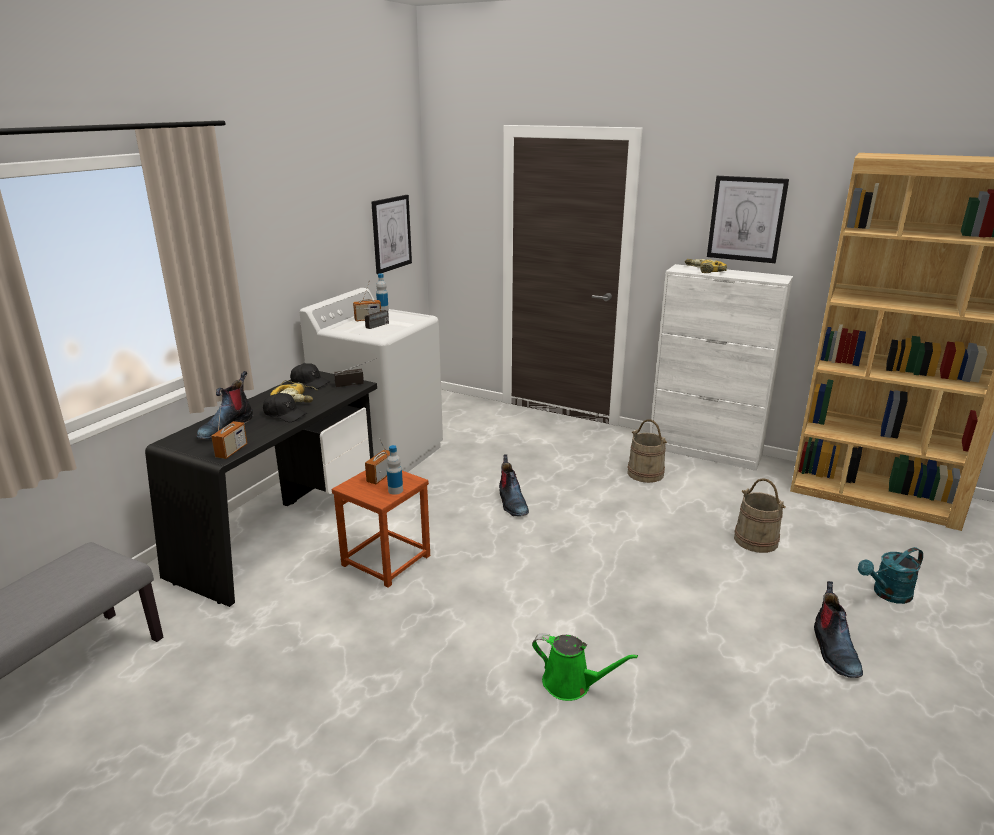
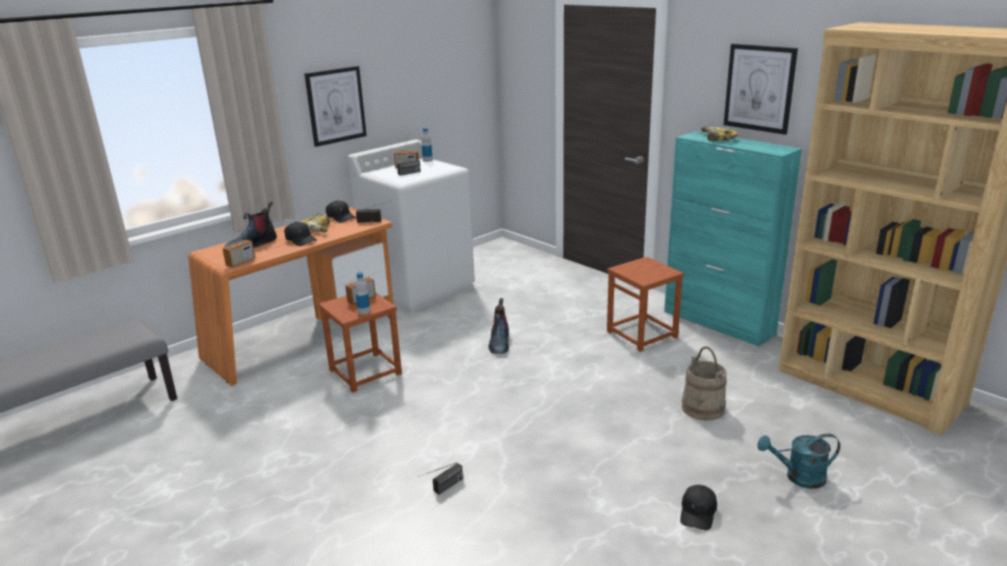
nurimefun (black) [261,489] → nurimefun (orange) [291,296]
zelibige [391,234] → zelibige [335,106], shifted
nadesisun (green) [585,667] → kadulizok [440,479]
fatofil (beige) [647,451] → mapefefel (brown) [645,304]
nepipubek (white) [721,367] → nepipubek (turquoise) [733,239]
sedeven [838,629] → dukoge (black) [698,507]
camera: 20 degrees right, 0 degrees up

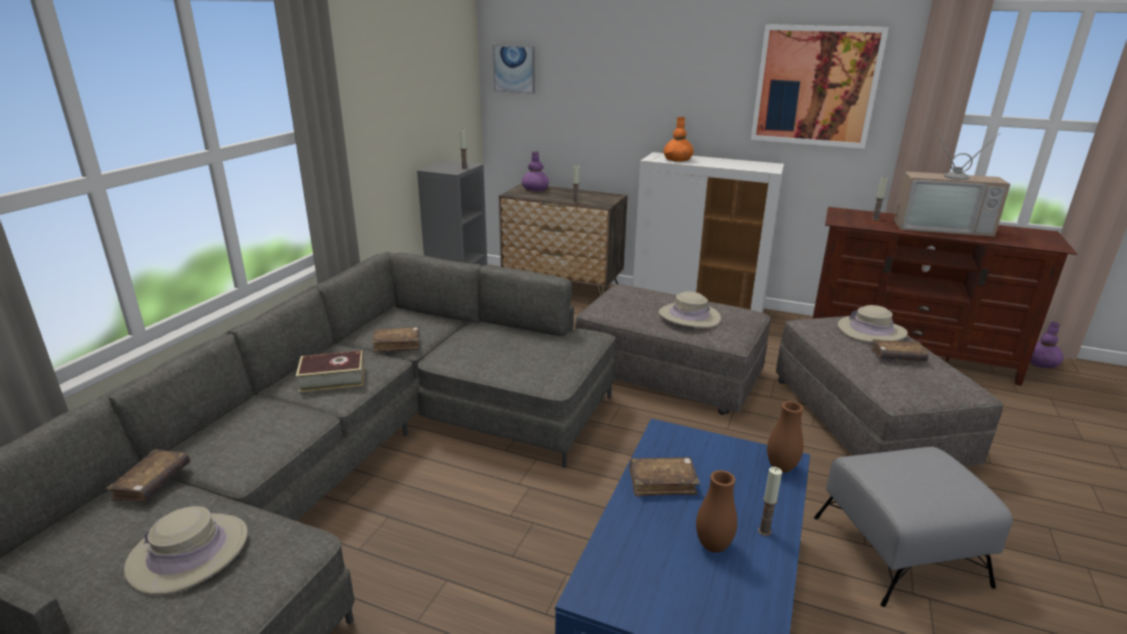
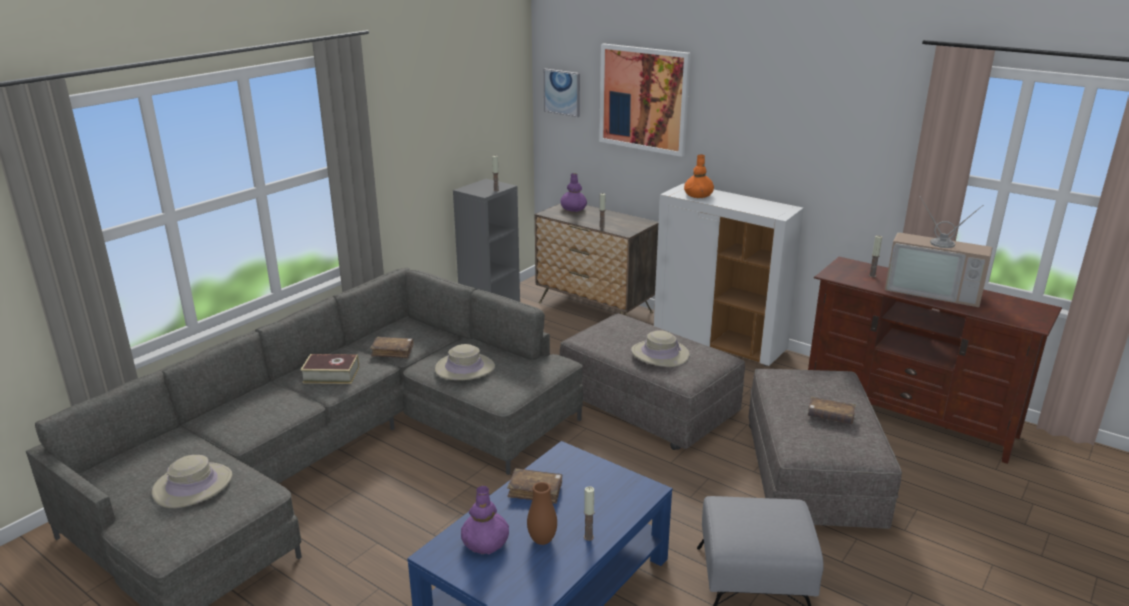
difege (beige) [873,324] → difege (beige) [465,362], shifted
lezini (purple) [1047,345] → lezini (purple) [485,520], shifted
zelibige [820,86] → zelibige [645,100], shifted
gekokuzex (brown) [148,475] → -
lezini (brown) [785,436] → -
camera: 15 degrees right, 0 degrees up

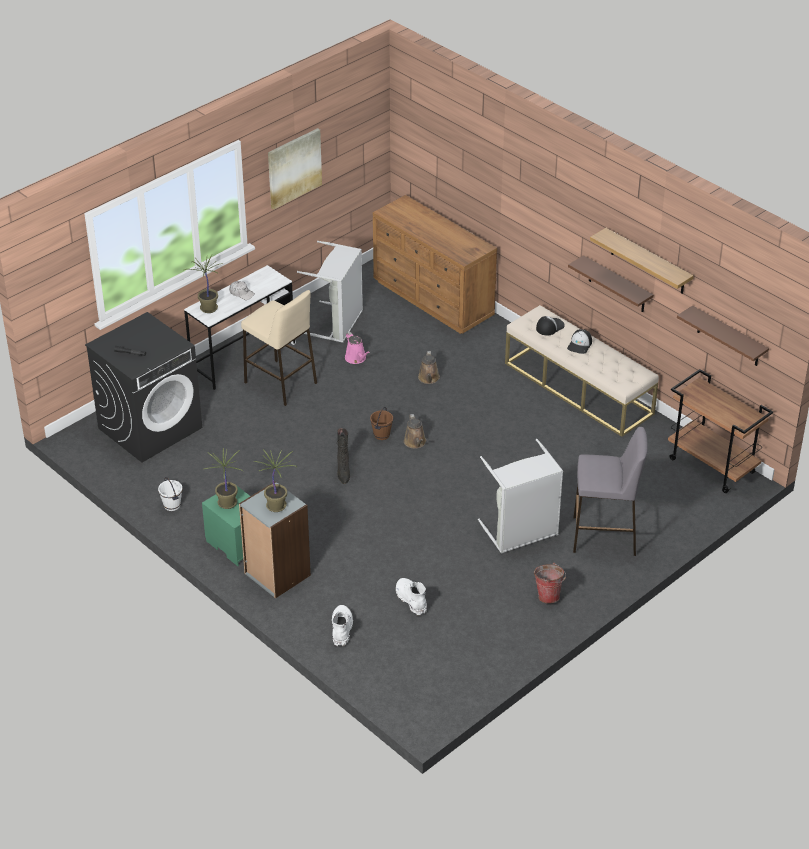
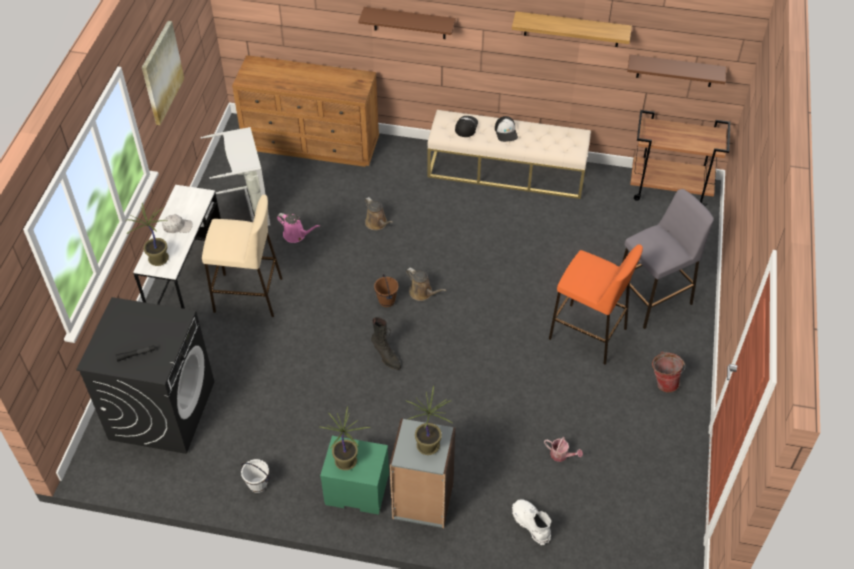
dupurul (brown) [610,283] → dupurul (brown) [407,23], shifted
sedeven (white) [411,596] → nadesisun [563,449]
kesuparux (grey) [520,496] → mapefefel (orange) [596,304]
camera: 35 degrees left, 10 degrees up

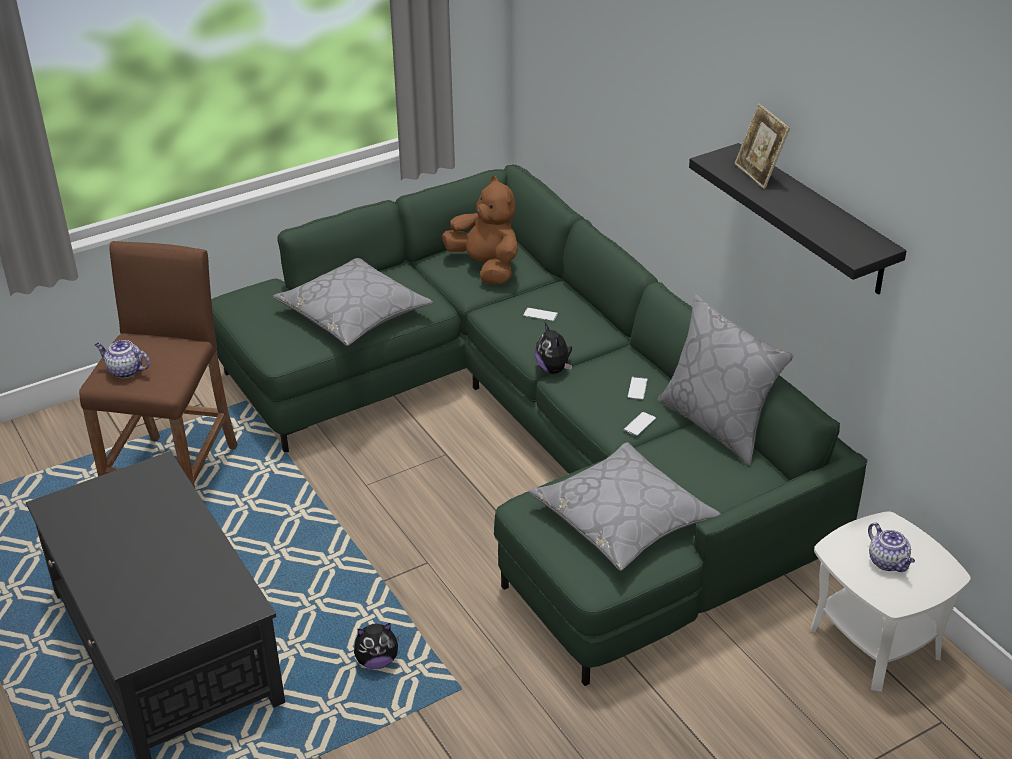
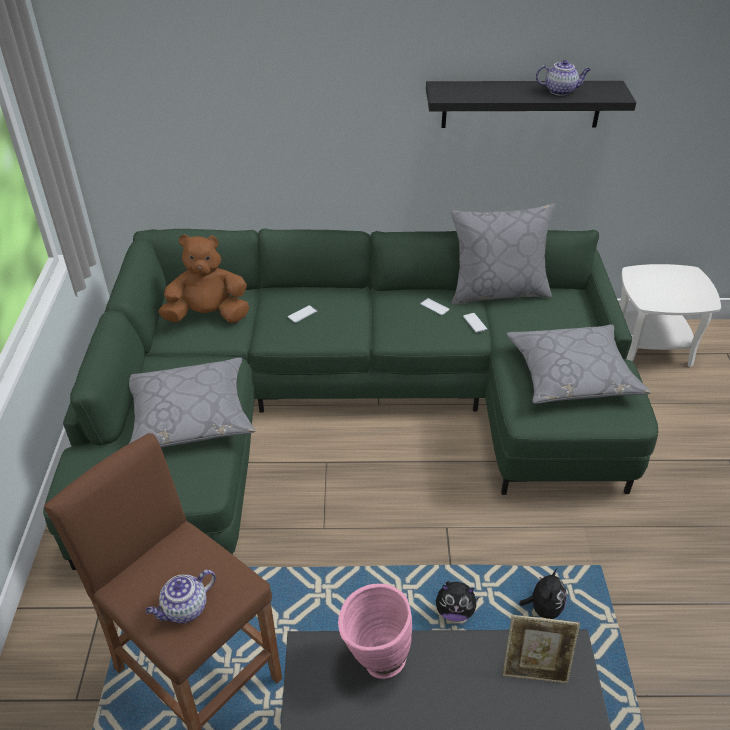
- → lezini (pink) [375,631]
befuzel [553,348] → befuzel [458,601], shifted
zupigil [762,146] → zupigil [541,649], shifted
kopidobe [891,547] → kopidobe [563,78], shifted
camera: 60 degrees left, 5 degrees up

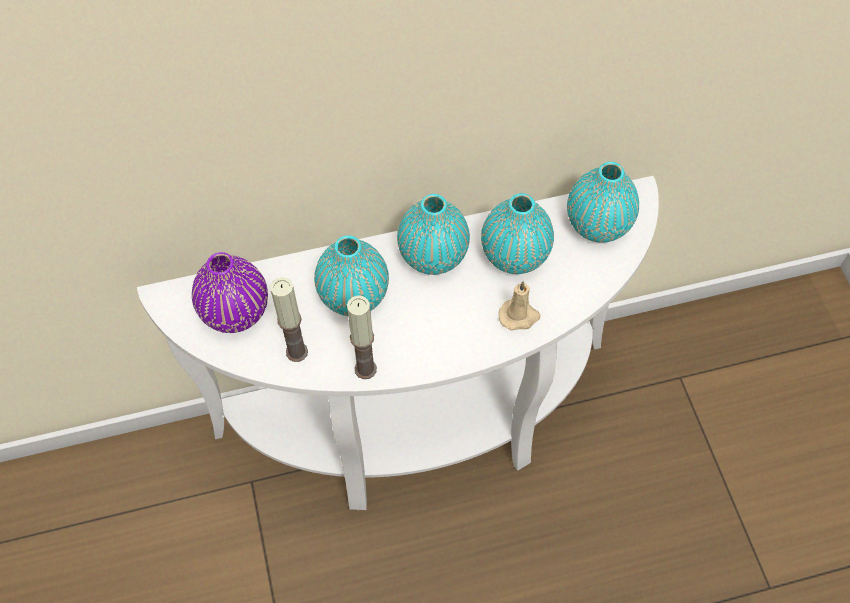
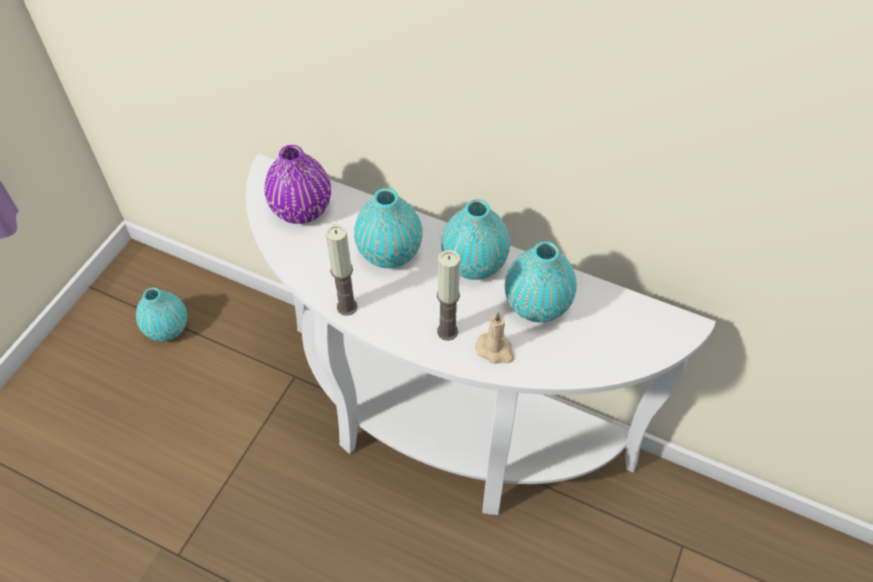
lezini (turquoise) [603,202] → lezini (turquoise) [161,314], shifted
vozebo [289,319] → vozebo [448,295], shifted
camera: 40 degrees right, 5 degrees down

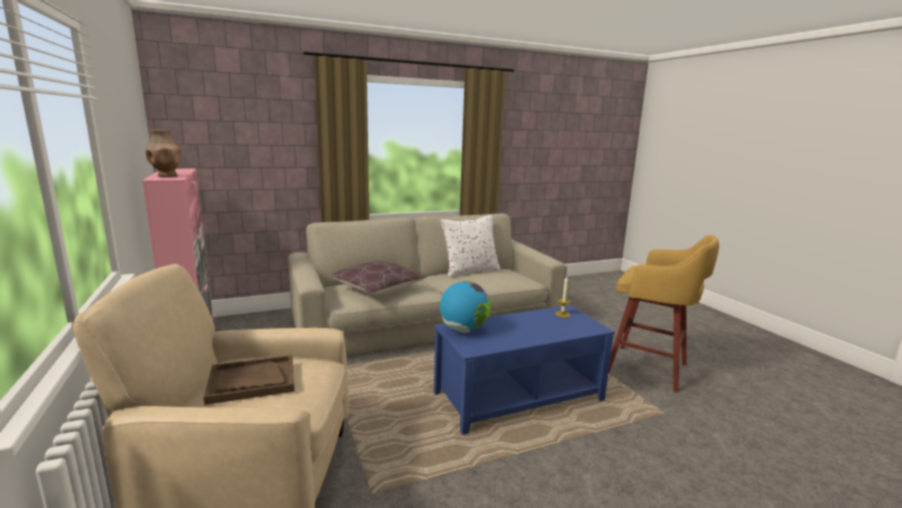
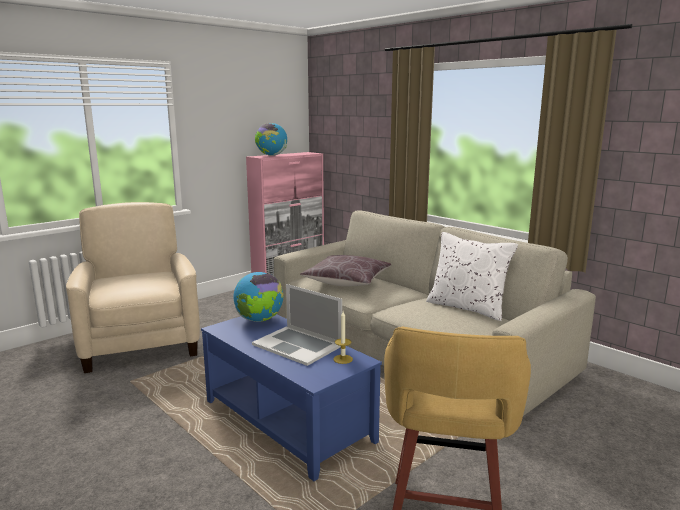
- → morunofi [297,325]
lezini (brown) [163,153] → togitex [271,139]
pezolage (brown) [249,380] → -
camera: 70 degrees right, 0 degrees up

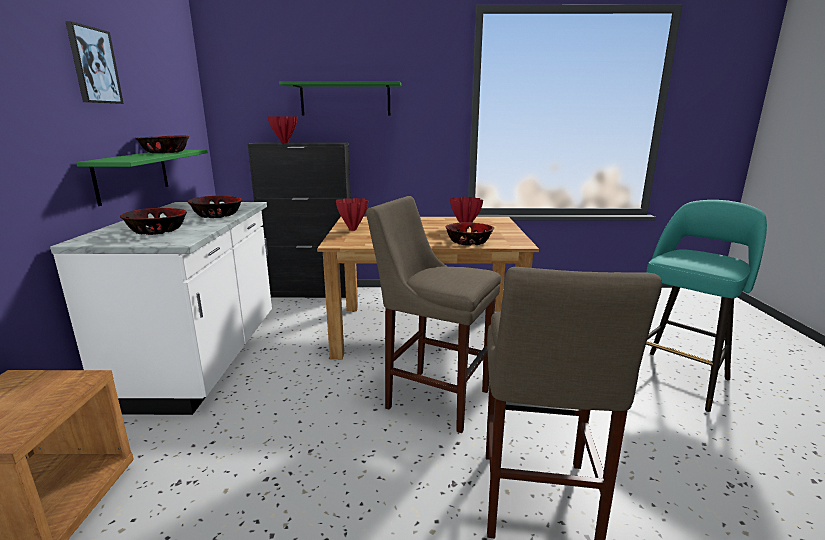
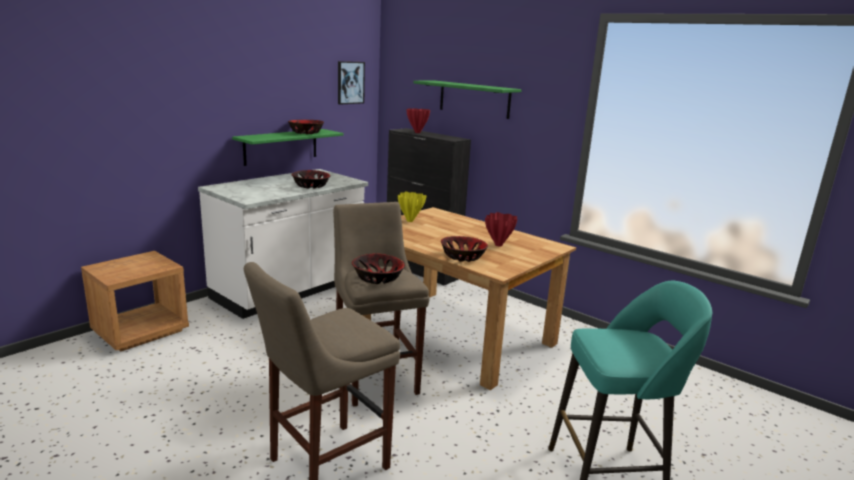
zelibige [94,62] → zelibige [351,82], shifted
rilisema [153,221] → rilisema [378,269], shifted
lezini (red) [352,214] → lezini (yellow) [412,206]
camera: 40 degrees right, 0 degrees up

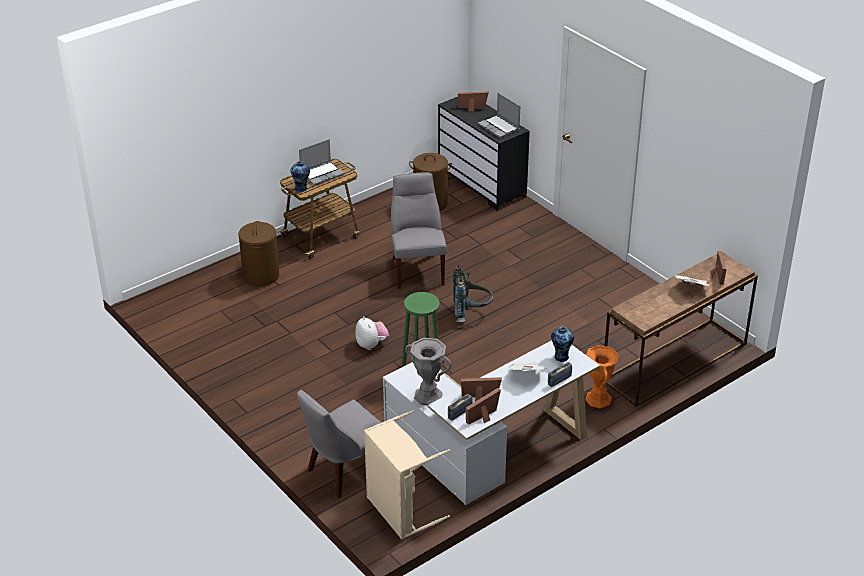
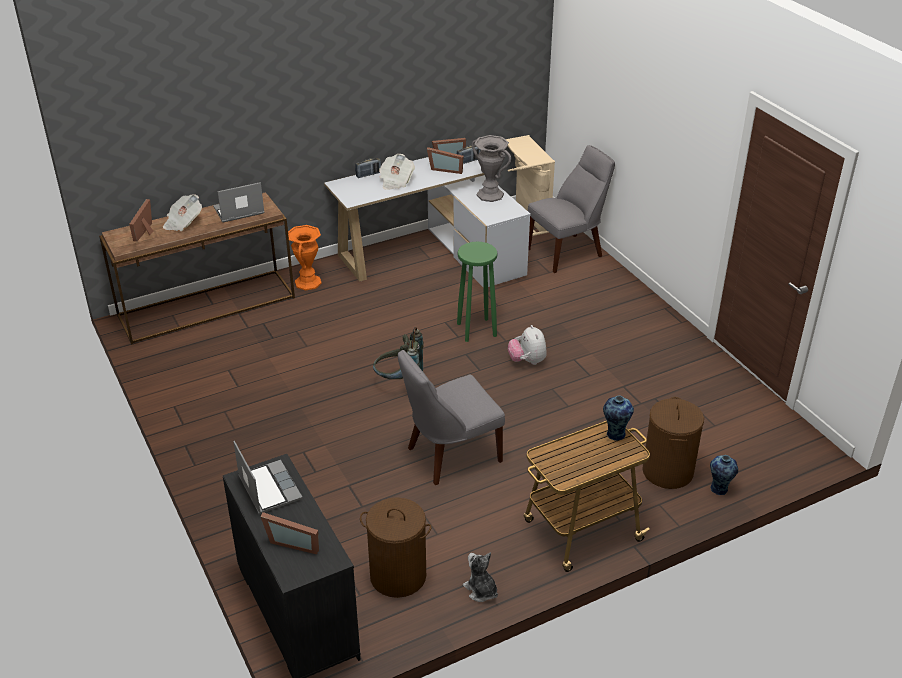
morunofi [321,162] → morunofi [239,202], shifted
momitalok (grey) [419,230] → momitalok (grey) [451,417], 60 degrees clockwise
- → befuzel [480,577]
lezini [562,344] → lezini [724,475], shifted
camera: 170 degrees left, 0 degrees up

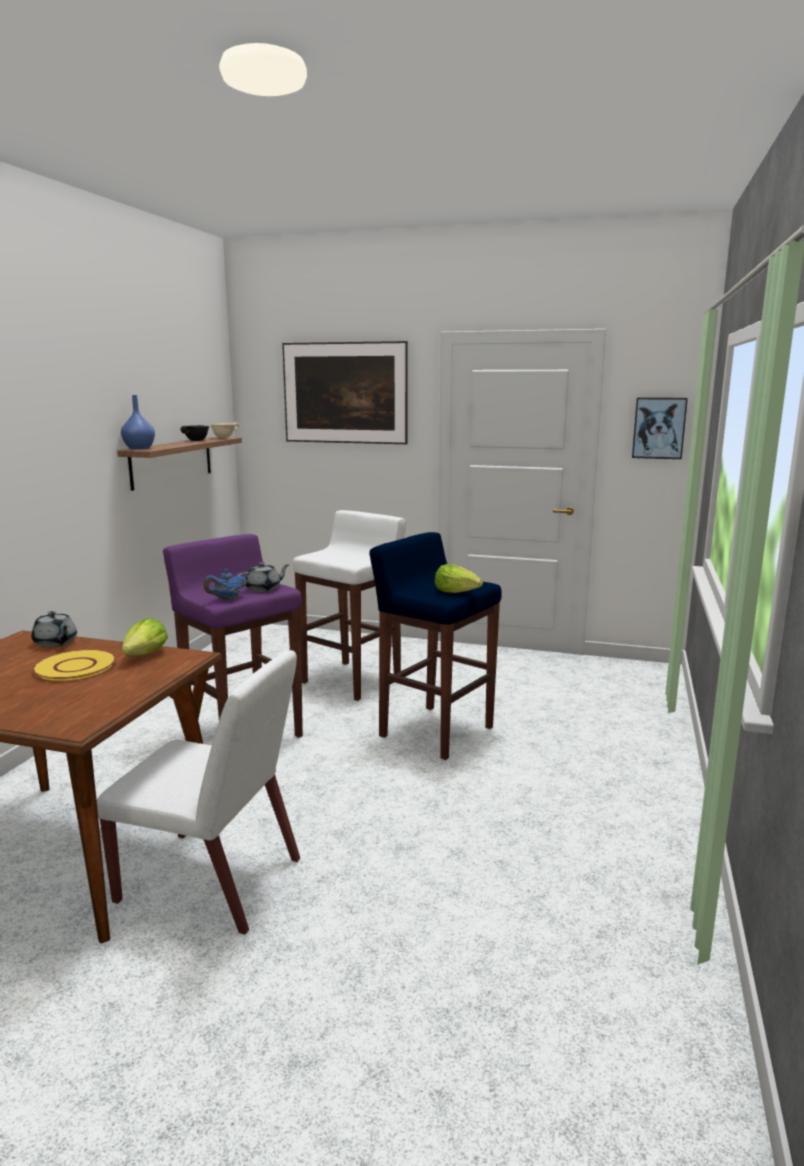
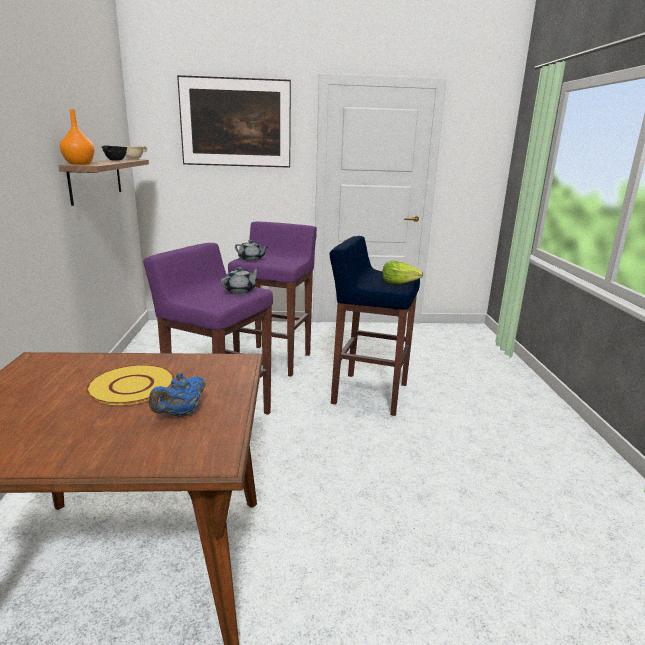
lezini (blue) [138,422] → lezini (orange) [77,137]
kopidobe (blue) [225,584] → kopidobe (blue) [177,395], shifted
mapefefel (white) [350,605] → mapefefel (purple) [272,299]
kopidobe (grey) [54,629] → kopidobe (grey) [251,250], shifted
momitalok (white) [198,792] → -
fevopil [144,636] → -
zelibige [660,428] → -
camera: 20 degrees left, 5 degrees up

